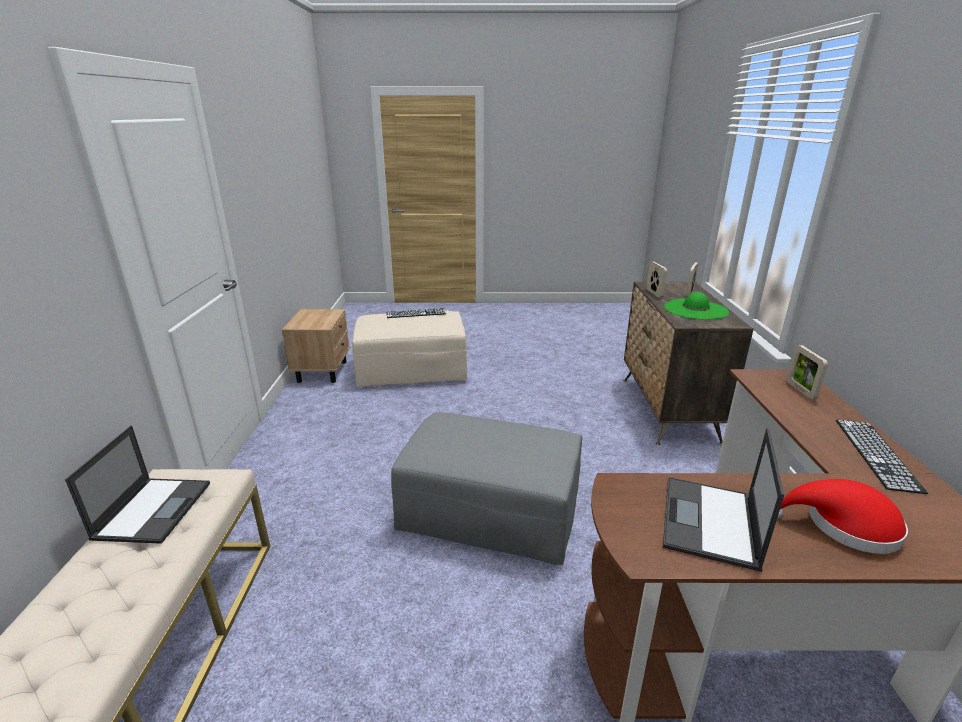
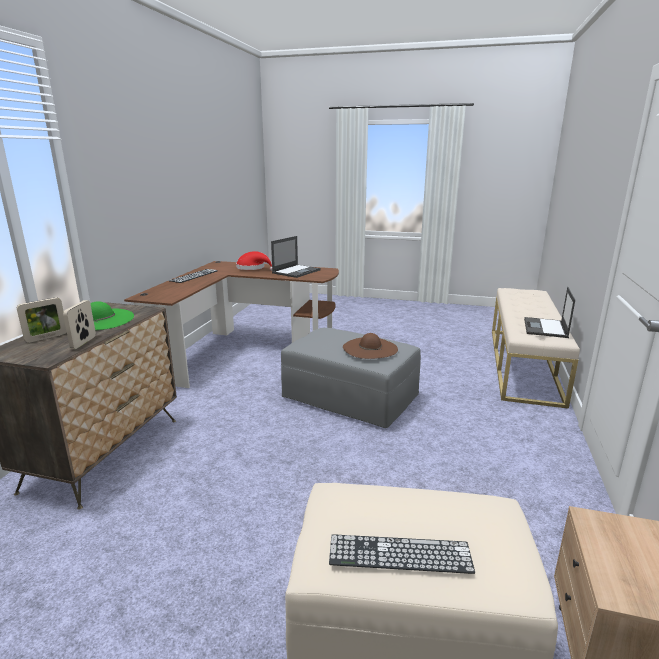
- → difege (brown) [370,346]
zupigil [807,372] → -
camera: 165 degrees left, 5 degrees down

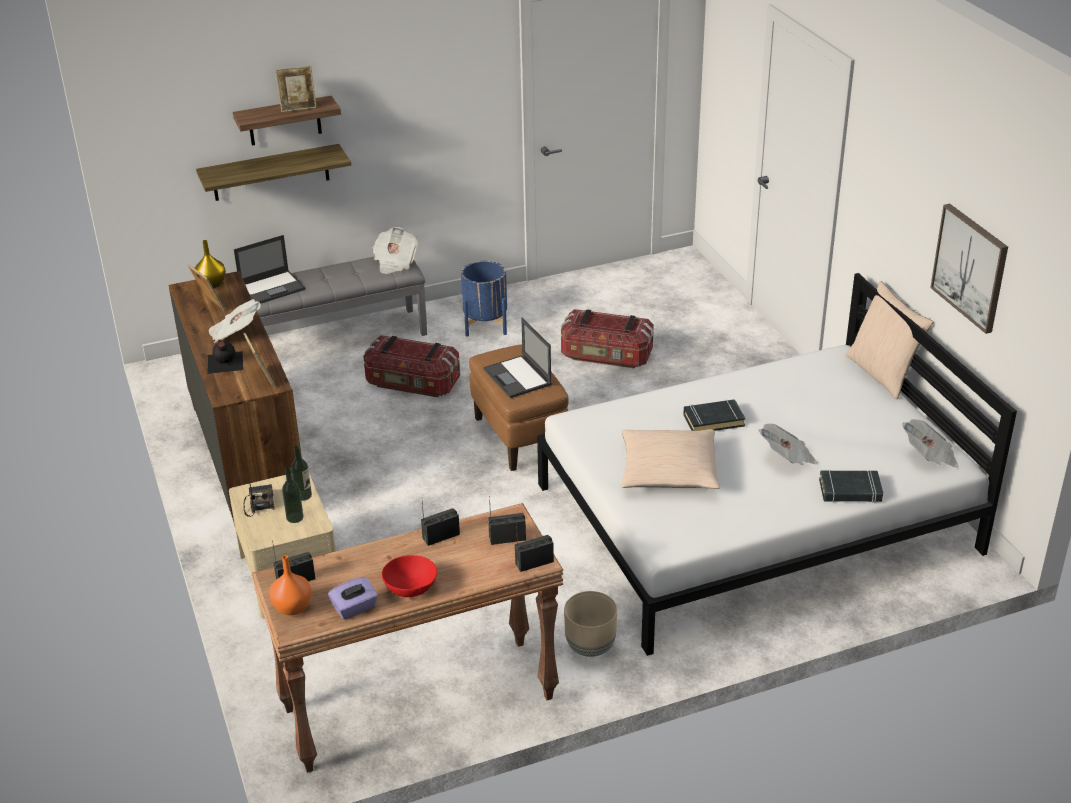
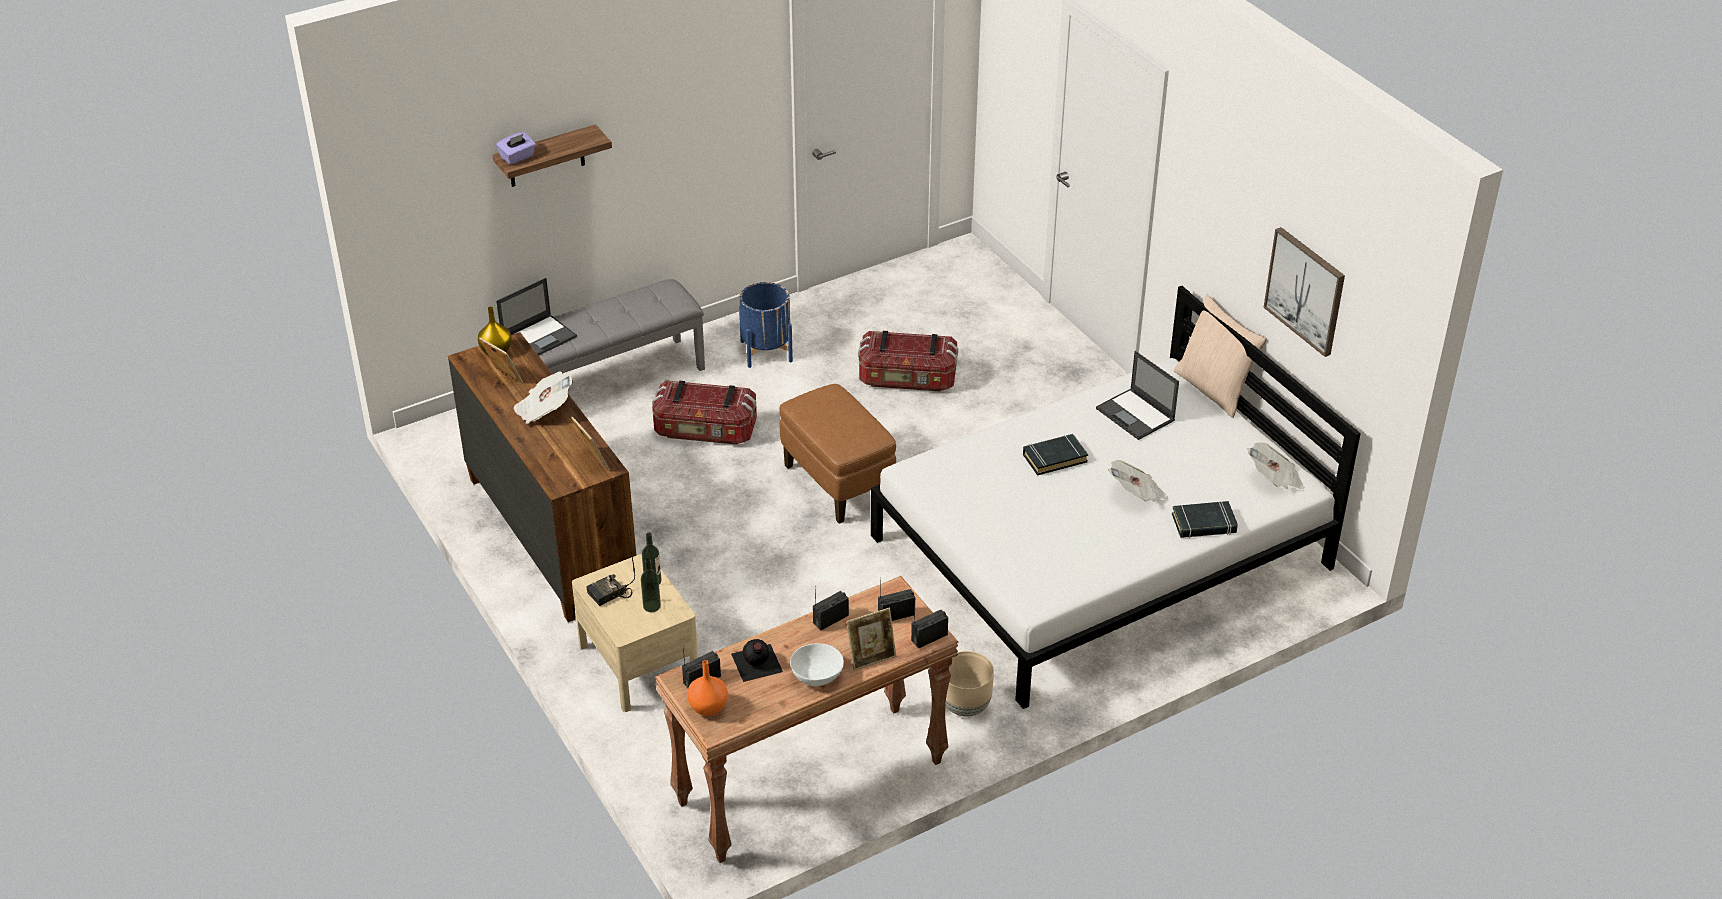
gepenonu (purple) [353,598] → gepenonu (purple) [516,148], shifted
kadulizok [258,497] → kadulizok [610,575], 105 degrees counterclockwise
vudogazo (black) [225,357] → vudogazo (black) [757,660], shifted
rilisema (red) [409,576] → rilisema (white) [817,664]
zupigil [296,89] → zupigil [871,639], shifted
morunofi [517,358] → morunofi [1137,395], shifted
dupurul [273,172] → -
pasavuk [395,250] → -
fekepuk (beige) [671,459] → -
camera: 10 degrees left, 5 degrees up

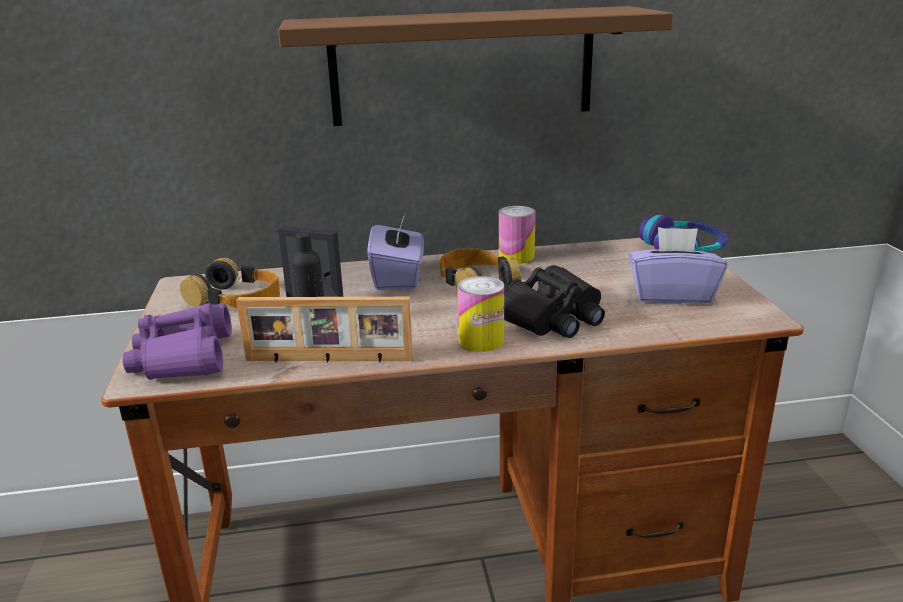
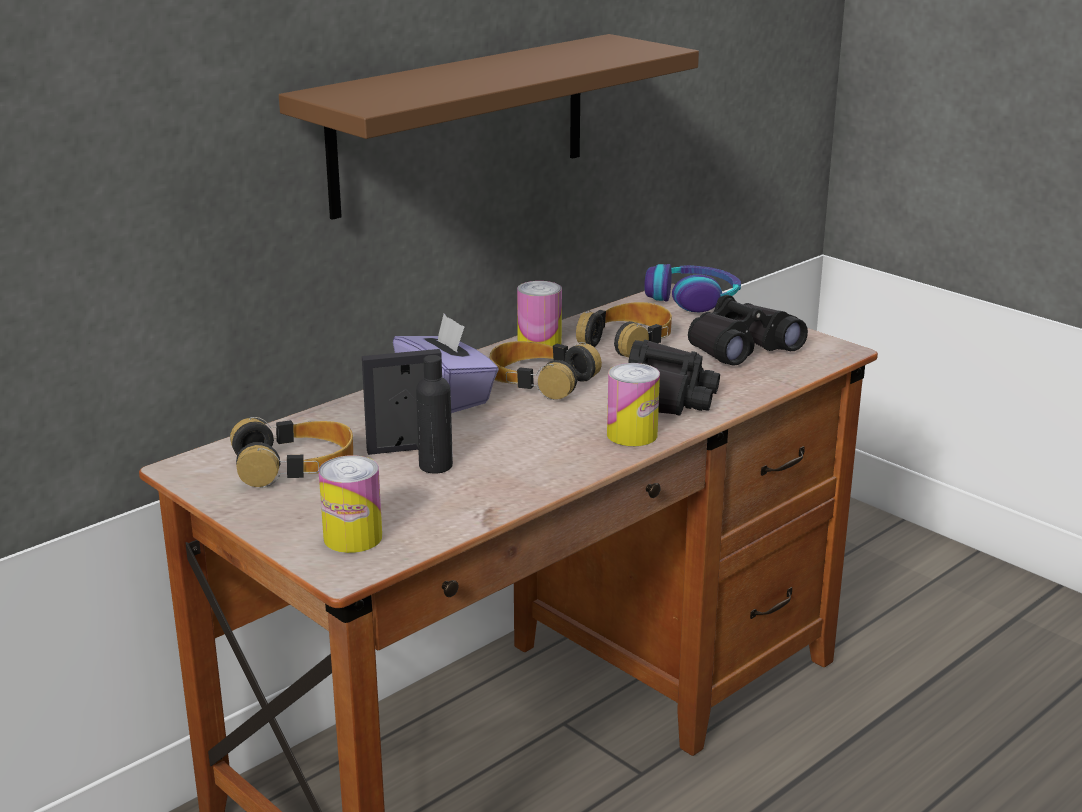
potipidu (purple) [177,341] → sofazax [350,504]
- → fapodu [624,329]
gepenonu (purple) [678,265] → potipidu (black) [748,330]
zupigil [324,330] → -
camera: 35 degrees left, 0 degrees up

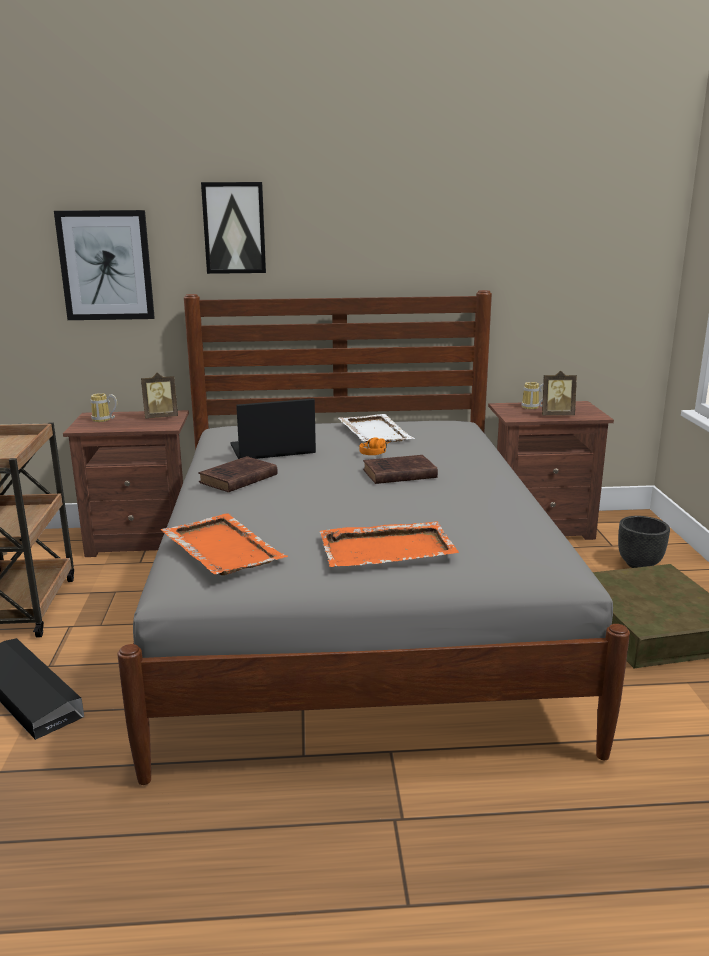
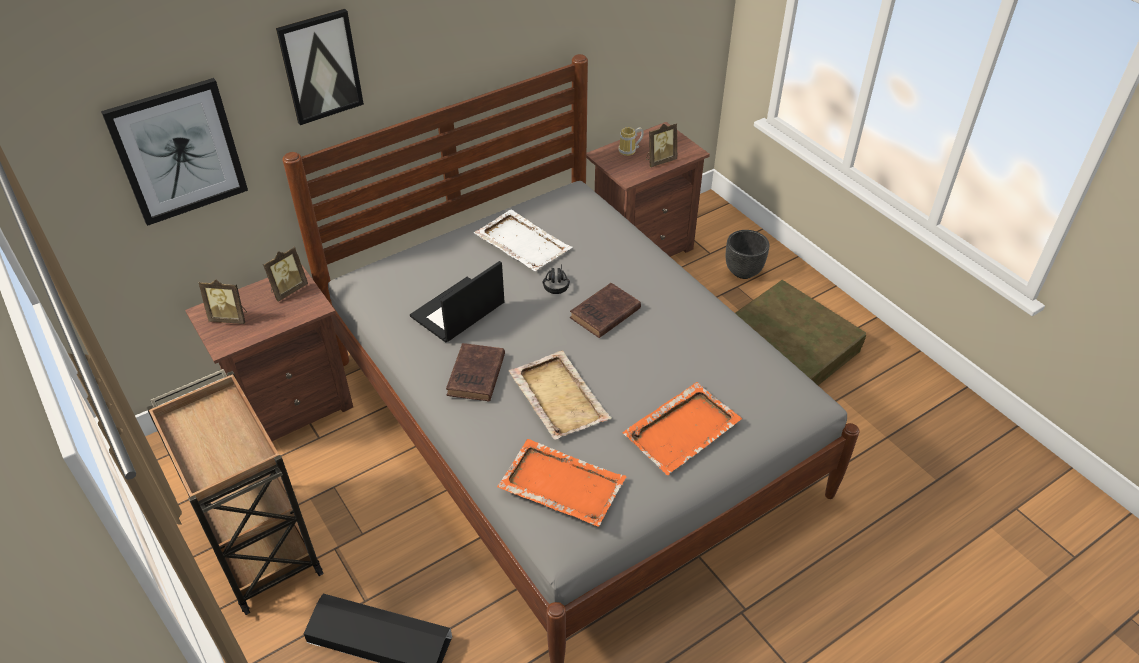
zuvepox [104,407] → zupigil [223,301]
- → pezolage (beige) [560,395]
fapodu (orange) [375,446] → fapodu (black) [556,279]
camera: 30 degrees left, 25 degrees up

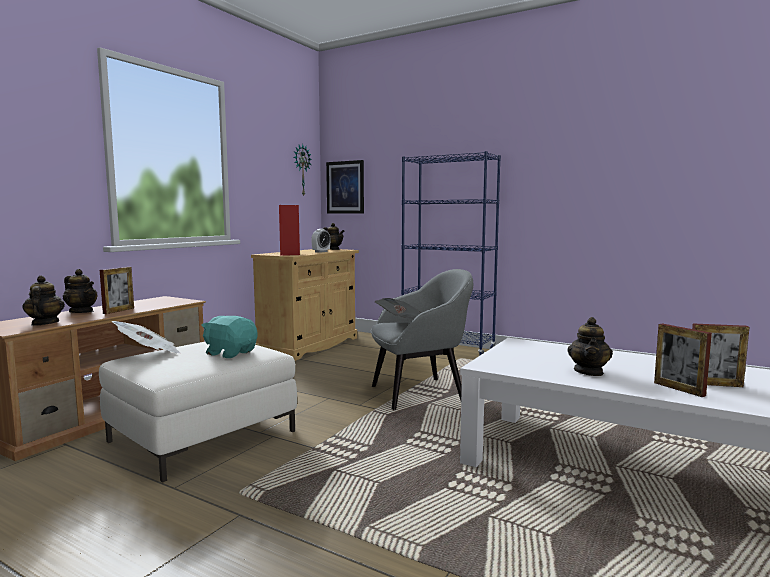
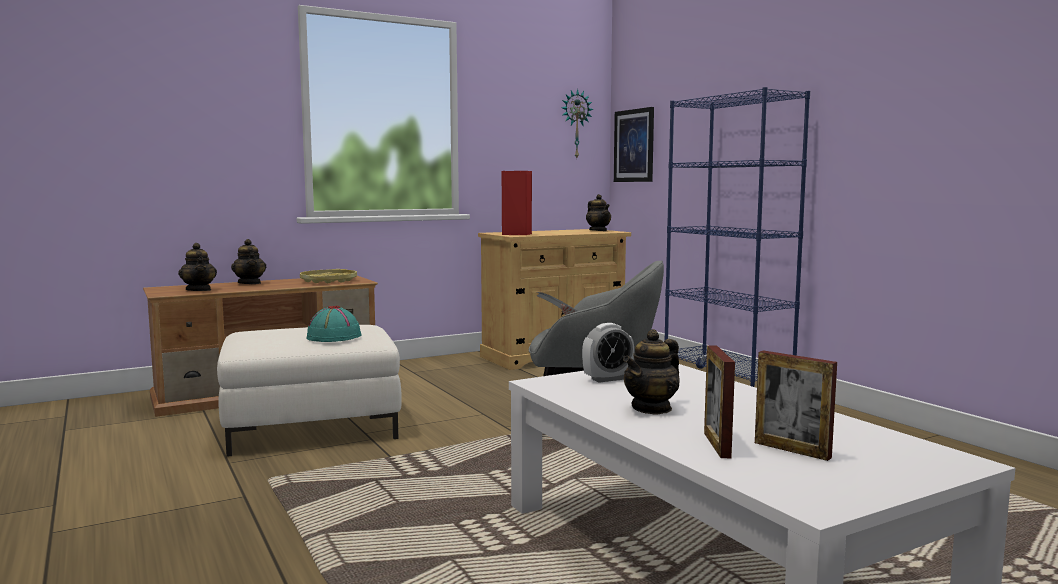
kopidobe [44,300] → kopidobe [197,267], 135 degrees clockwise
- → pezolage (yellow) [328,276]
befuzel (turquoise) [229,337] → difege (turquoise) [333,324]
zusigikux [320,241] → zusigikux [608,353], shifted
zupigil [117,290] → -
pasavuk [146,337] → -
camera: 30 degrees right, 0 degrees up

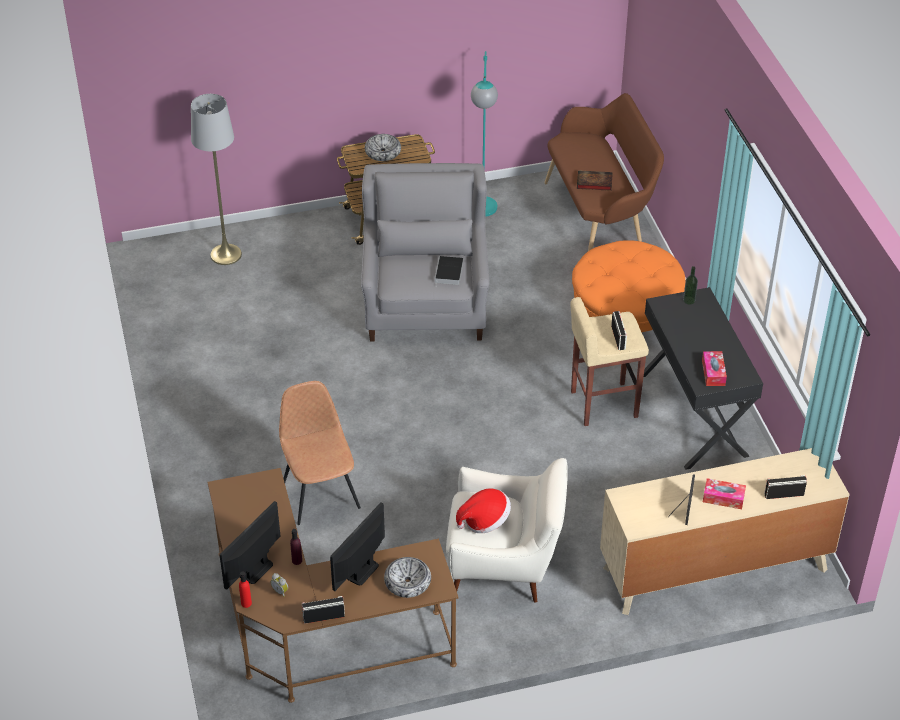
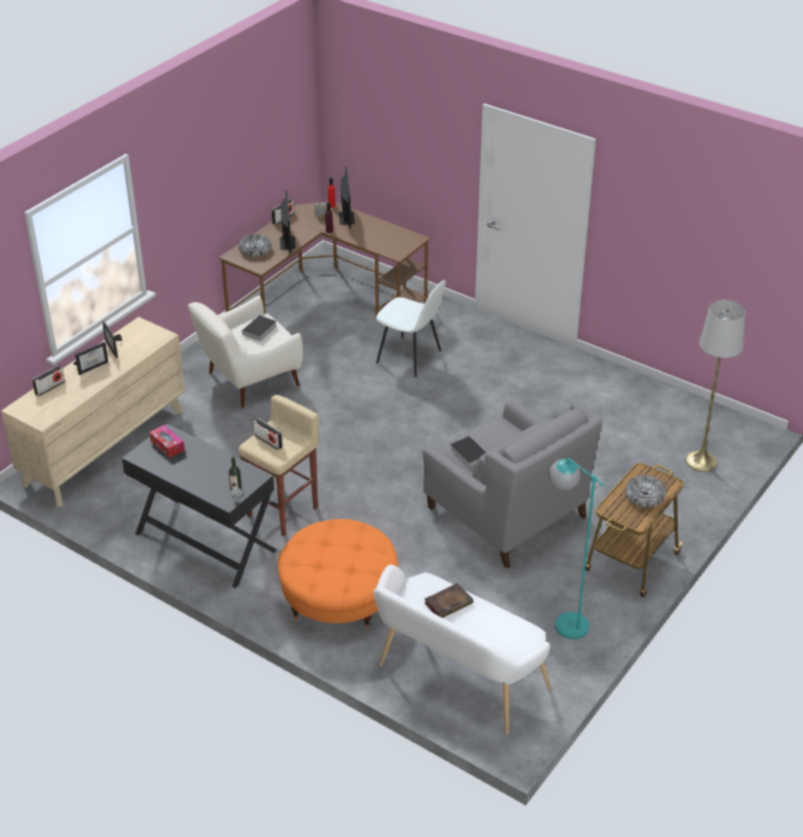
gepenonu [724,493] → zupigil [91,358]
difege [483,510] → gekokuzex [258,328]
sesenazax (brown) [604,172] → sesenazax (white) [462,650]
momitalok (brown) [320,453] → momitalok (white) [411,328]
camera: 140 degrees right, 5 degrees down

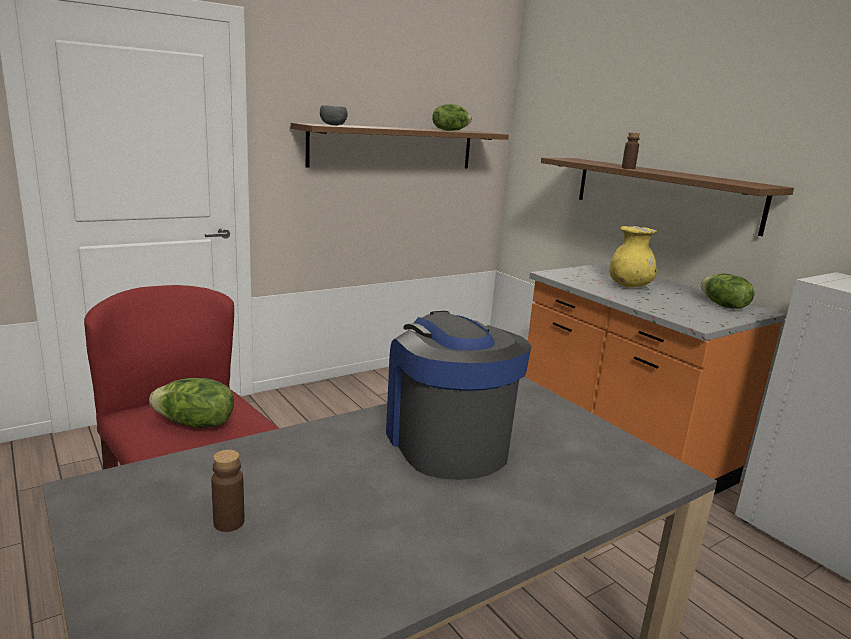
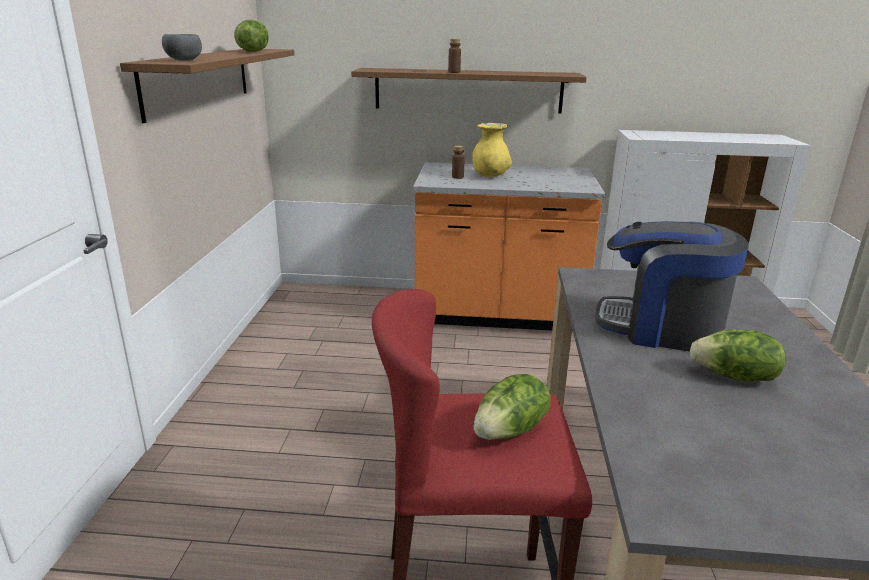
vudogazo (brown) [227,491] → vudogazo (brown) [458,162], shifted
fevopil [727,291] → fevopil [738,356], shifted
camera: 50 degrees left, 5 degrees up

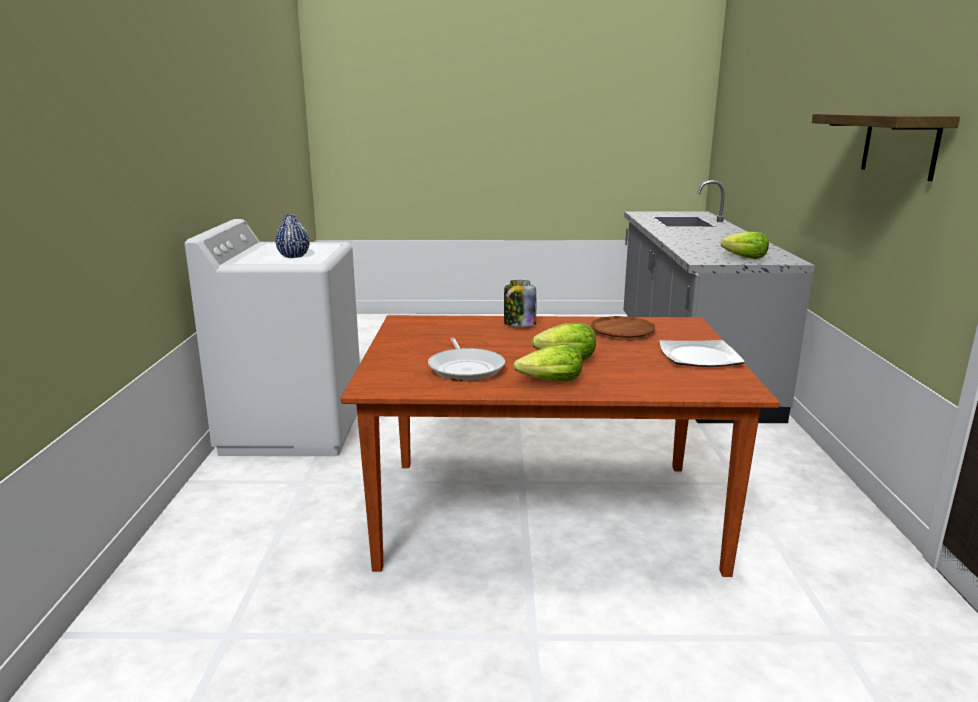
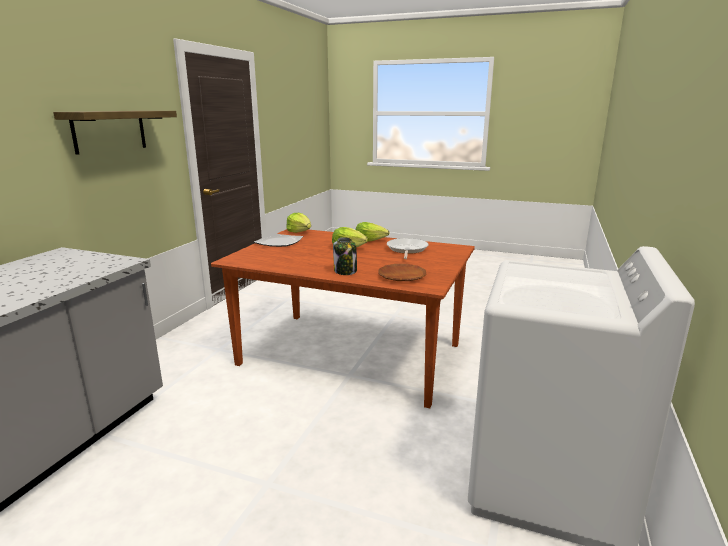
fevopil [745,245] → fevopil [298,223], shifted
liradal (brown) [623,327] → liradal (brown) [403,272], shifted
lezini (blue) [292,236] → -
camera: 160 degrees left, 0 degrees up

